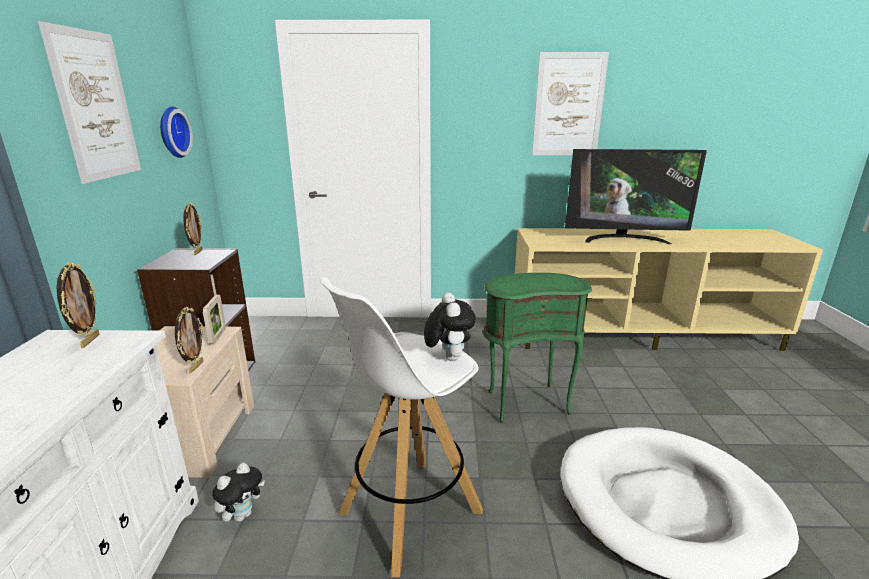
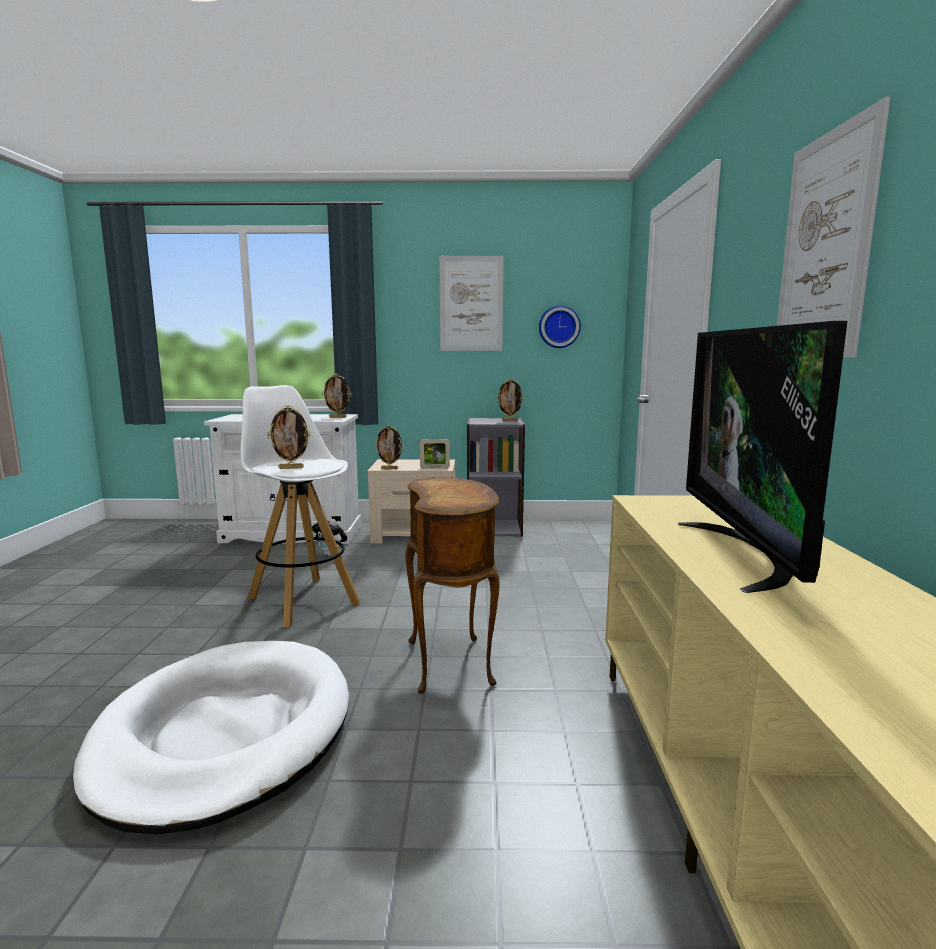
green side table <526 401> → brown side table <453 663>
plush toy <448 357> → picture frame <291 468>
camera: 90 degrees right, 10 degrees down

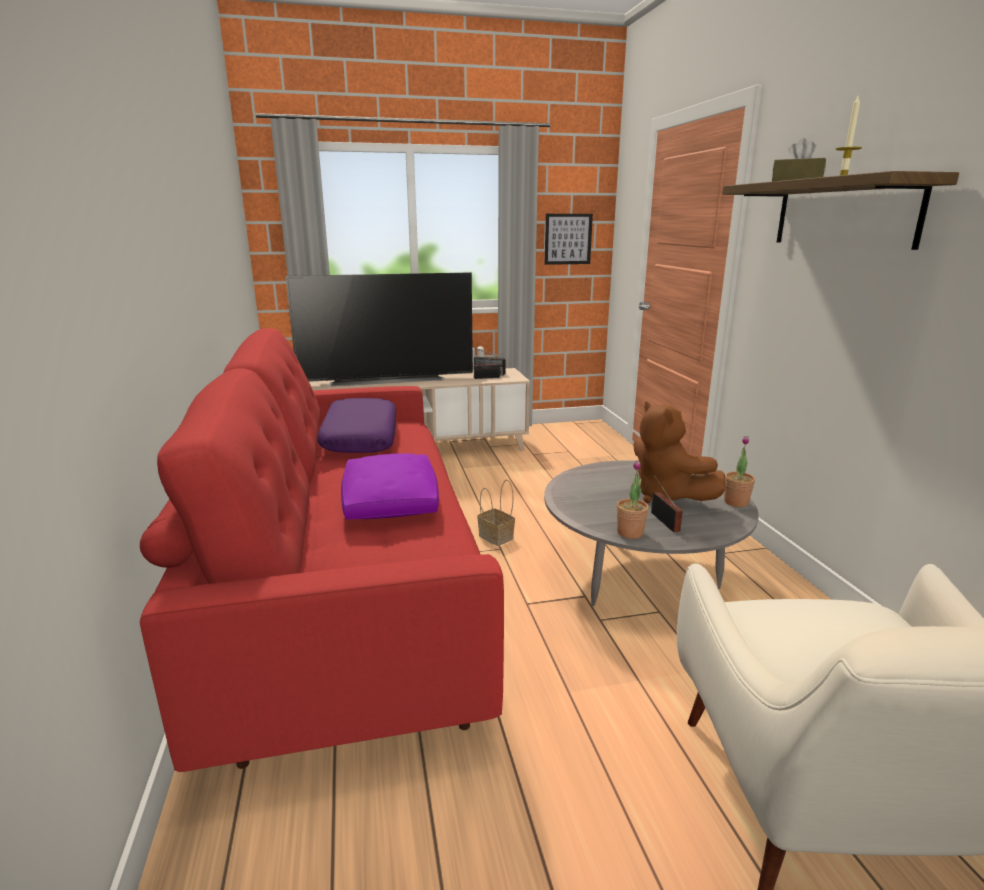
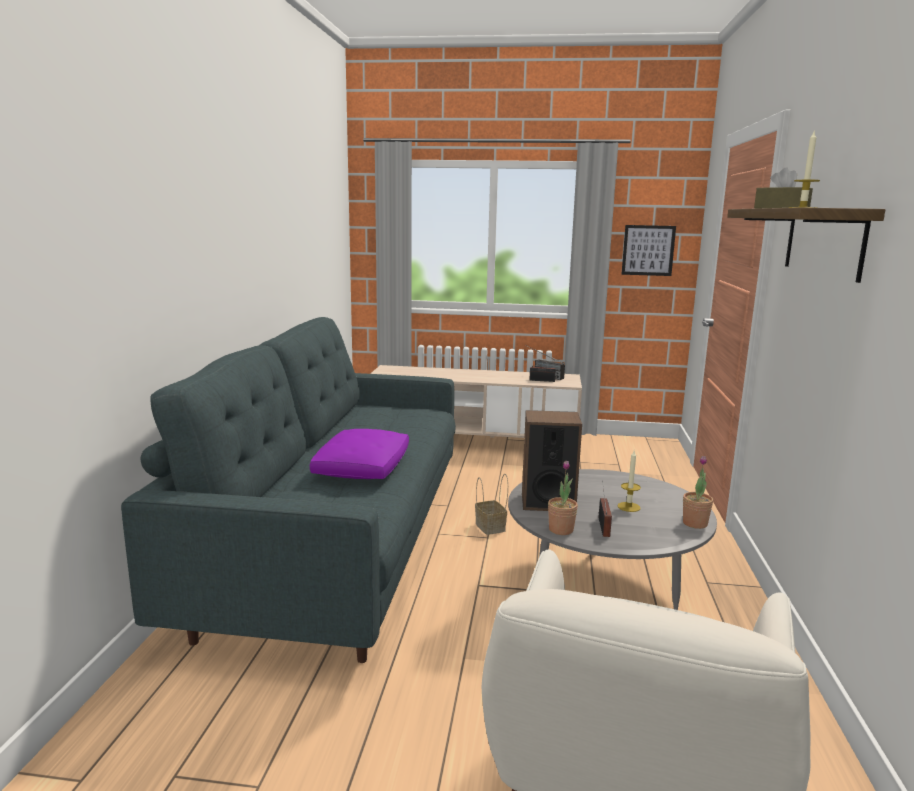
television <387 379> → -
red sofa <349 595> → grey sofa <337 548>
purple pillow <360 438> → -
brown plush toy <666 496> → candle <628 507>
- → speaker <547 502>
camera: 20 degrees right, 5 degrees down

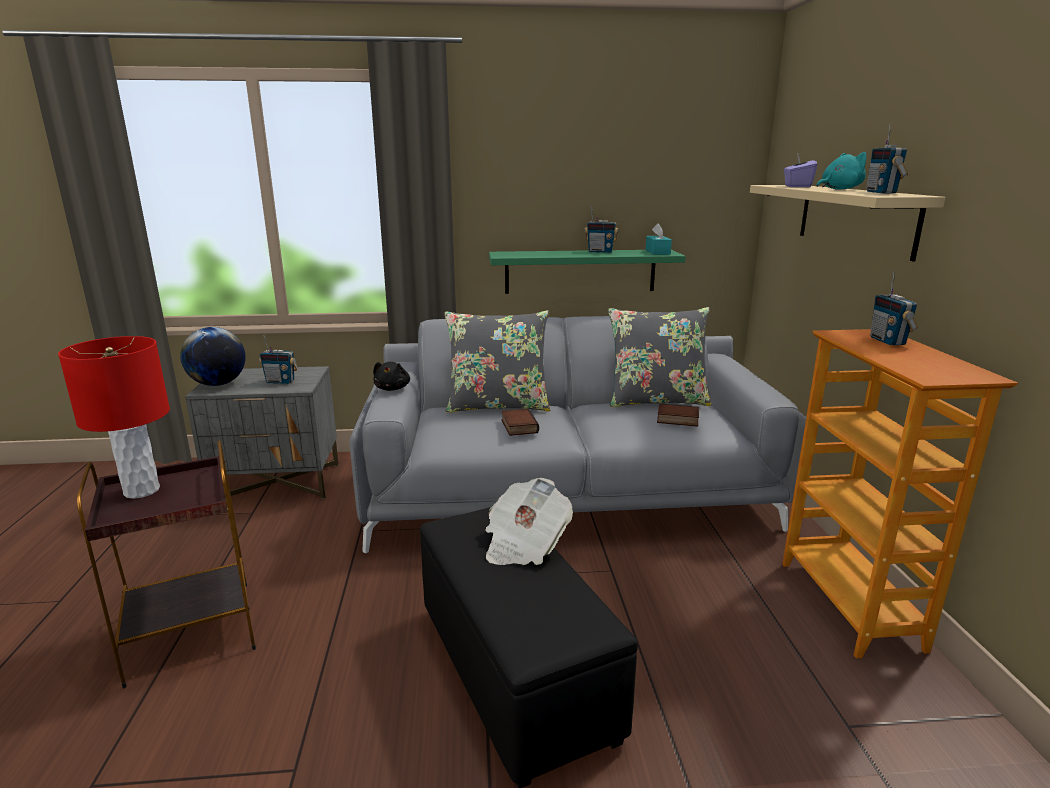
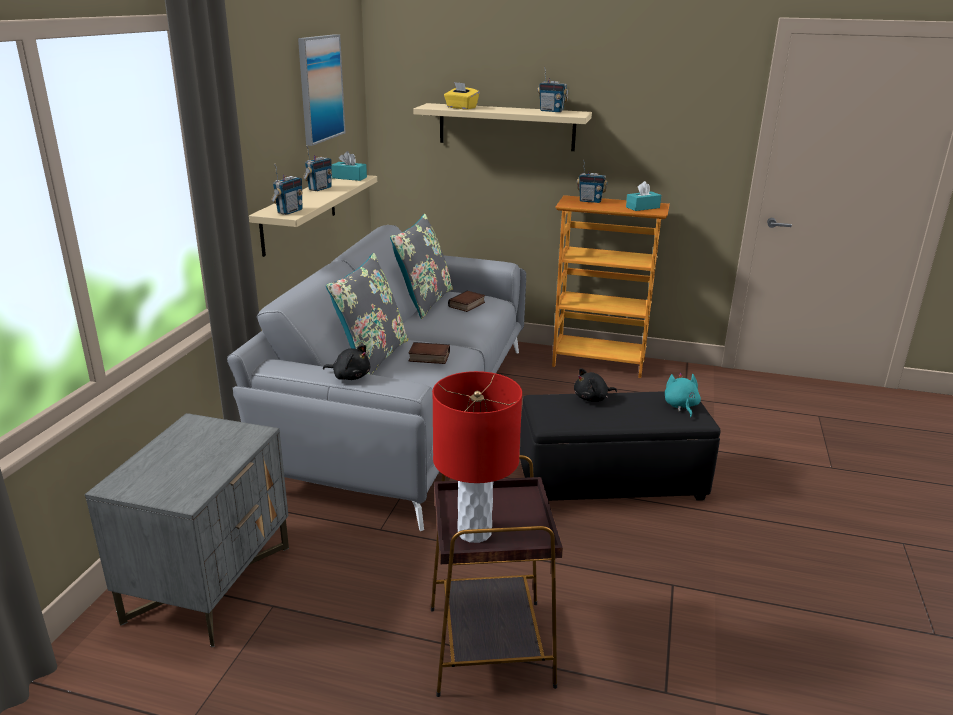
turquoise plush toy <839 189> → turquoise plush toy <681 406>, move
purple tissue box <797 186> → yellow tissue box <461 108>
green shelf <580 271> → beige shelf <299 213>
globe <218 384> → -
radio <280 381> → radio <289 211>, move
newspaper <524 544> → black plush toy <592 398>
- → picture <320 88>
- → turquoise tissue box <642 207>
camera: 70 degrees left, 5 degrees up

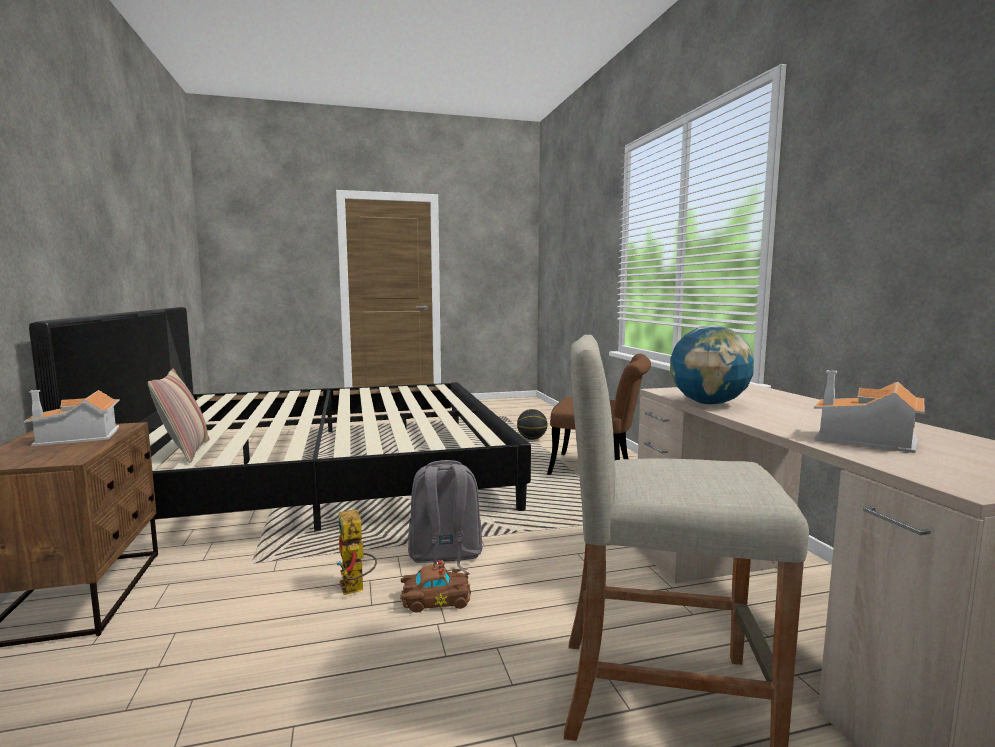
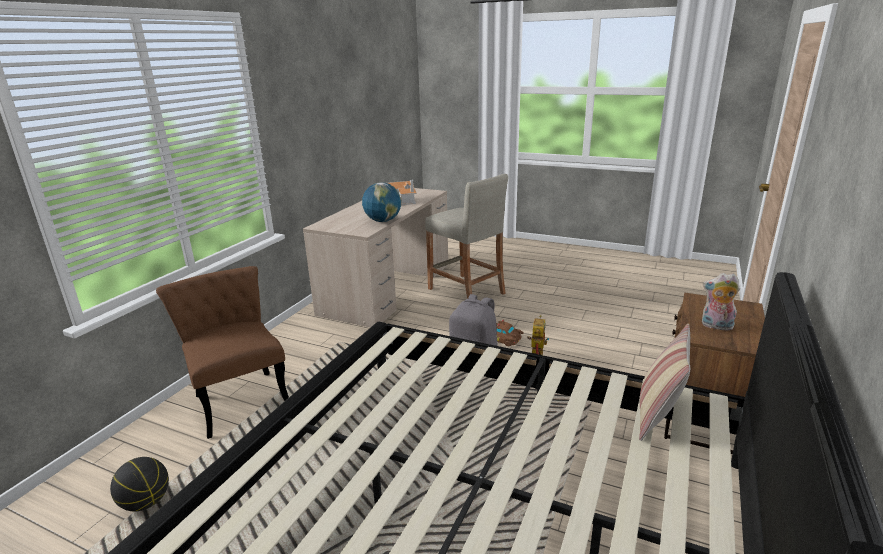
toy house <79 437> → plush toy <716 326>
camera: 140 degrees left, 15 degrees up

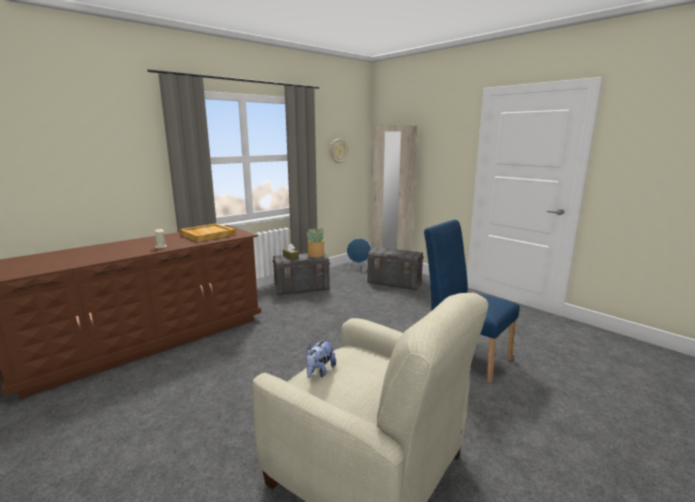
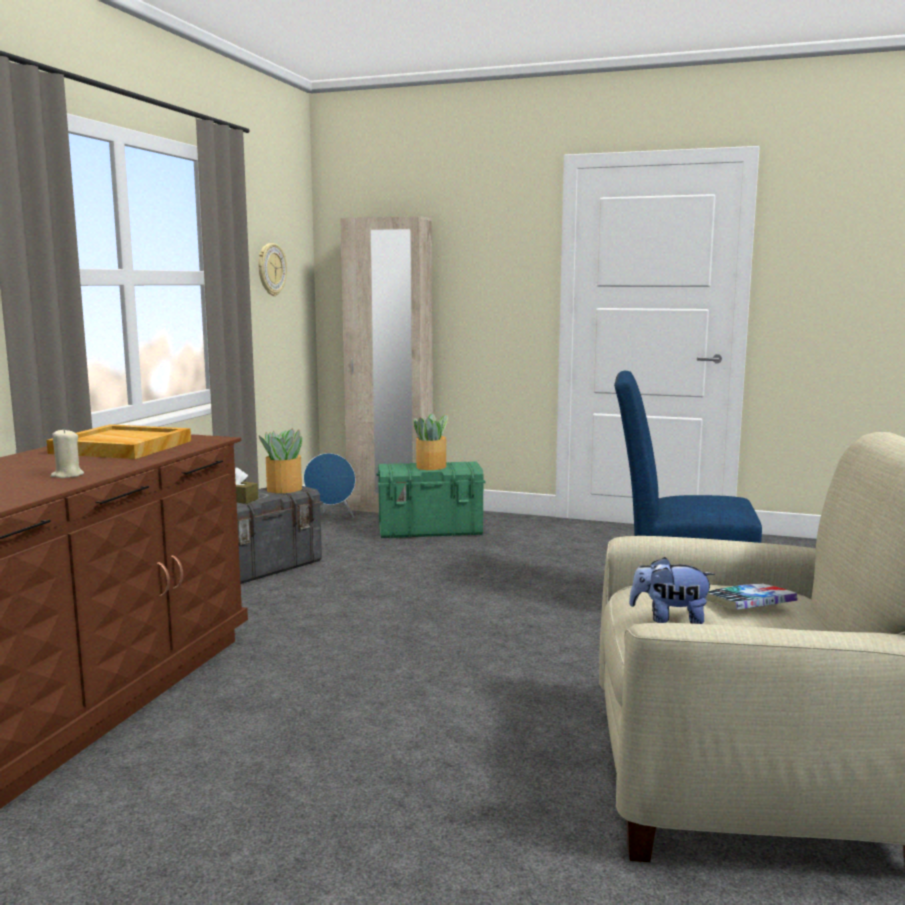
grey storage box <394 283> → green storage box <430 530>
plush toy <319 372> → plush toy <669 618>, 105 degrees clockwise
- → potted plant <432 466>
- → book <749 604>
camera: 30 degrees left, 5 degrees down

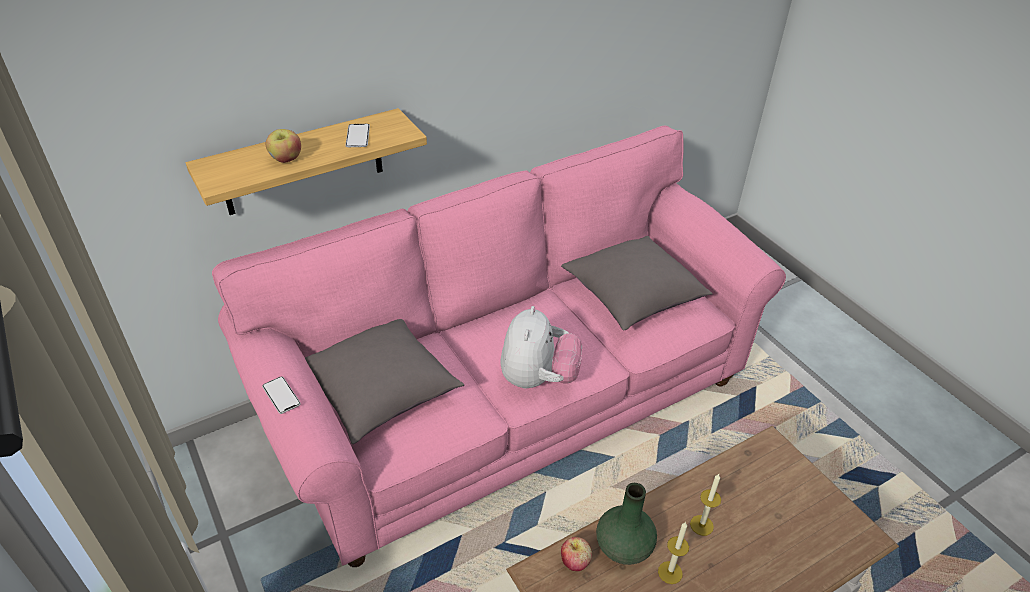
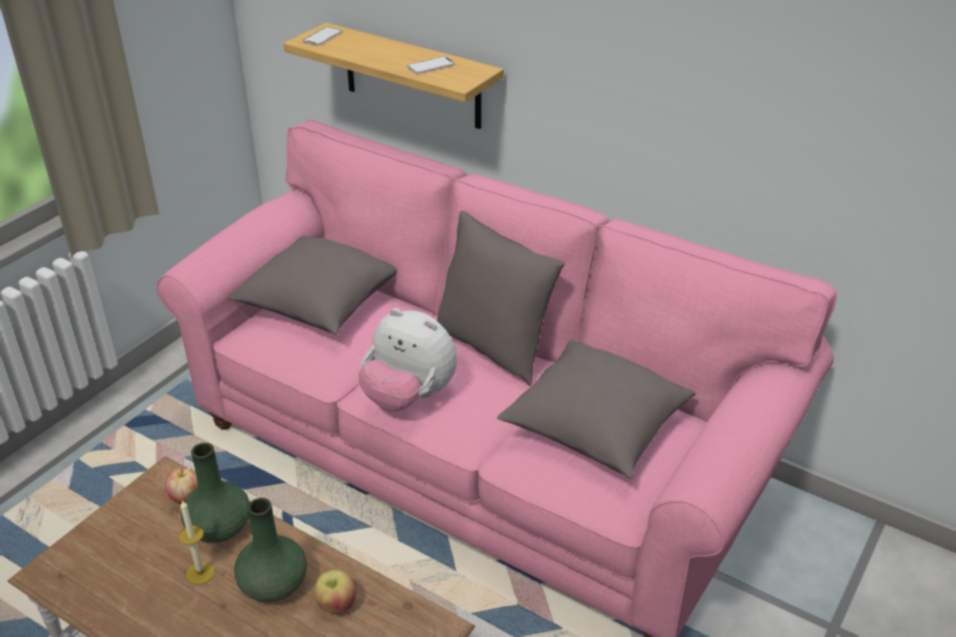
apple <286 159> → apple <336 604>, move
plush toy <538 378> → plush toy <409 397>, 45 degrees clockwise
phone <281 395> → phone <322 37>, move
candle <701 525> → green vase <274 585>
- → grey pillow <494 348>
camera: 65 degrees right, 5 degrees down

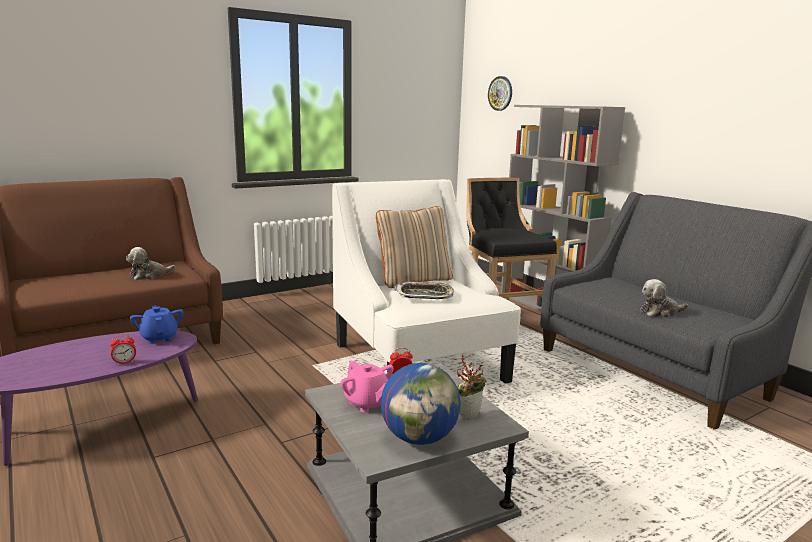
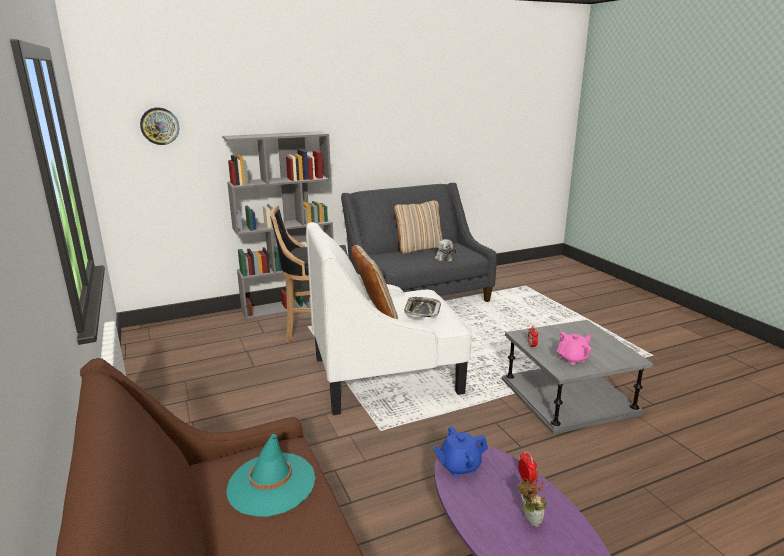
plush toy <149 275> → turquoise hat <271 484>
potted plant <468 414> → potted plant <528 520>, move
globe <419 438> → -
- → beige pillow <419 249>
camera: 80 degrees left, 5 degrees up

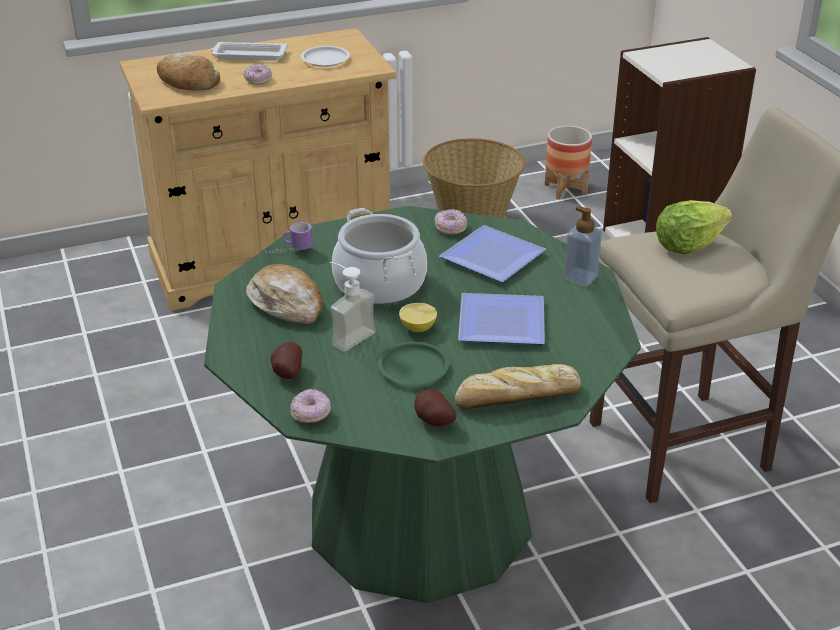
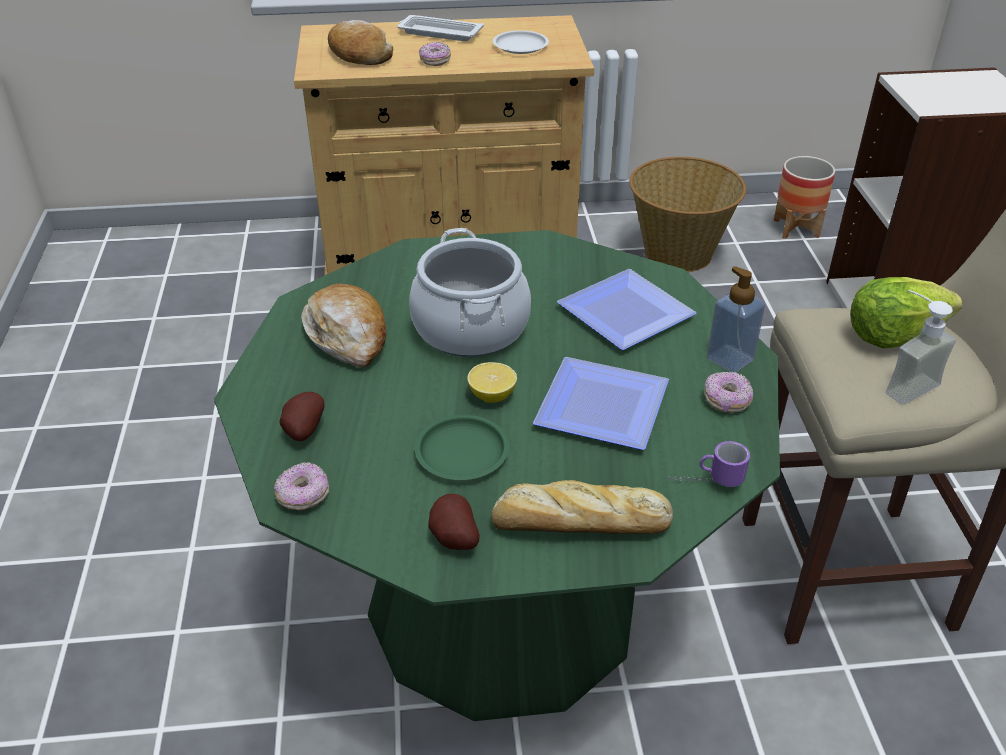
donut <450 229> → donut <726 401>, move
mug <289 251> → mug <705 482>, move
soap dispenser <347 335> → soap dispenser <902 383>, move
camera: 15 degrees right, 5 degrees up

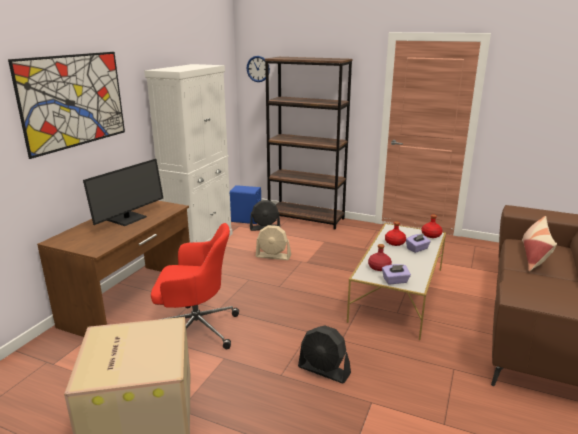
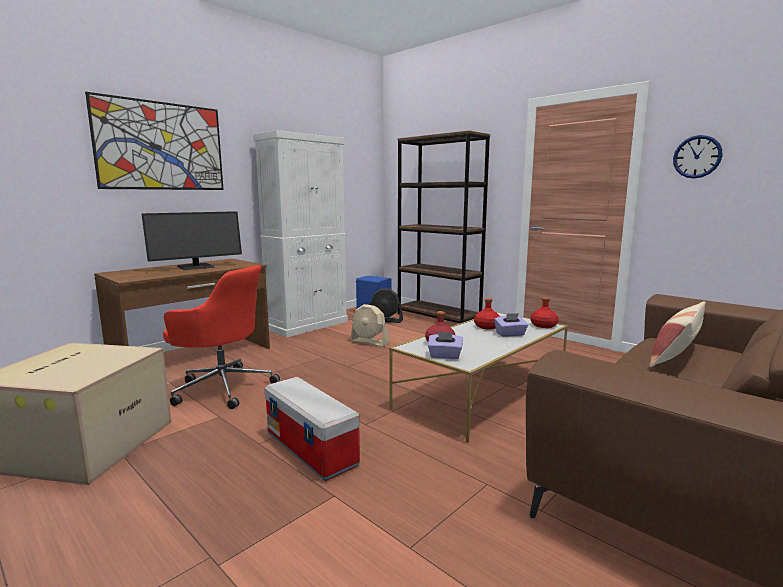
wall clock <258 69> → wall clock <697 157>, move
black fan <324 370> → storage box <312 449>
camera: 20 degrees right, 10 degrees down

